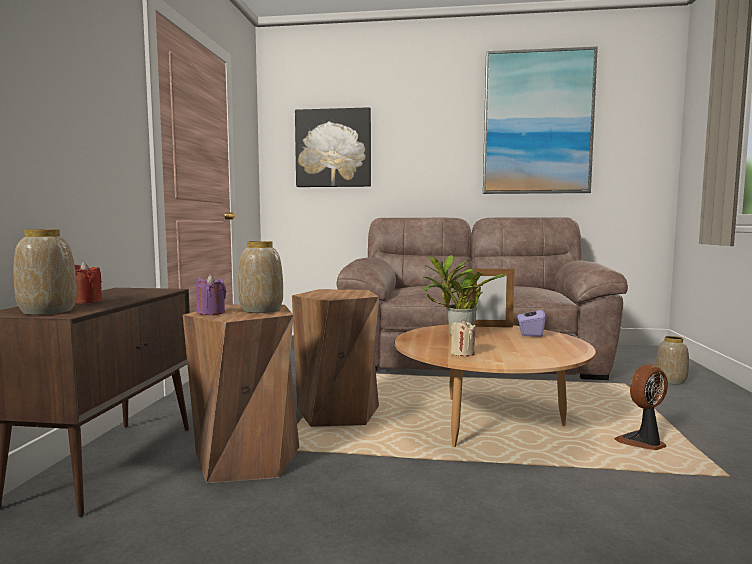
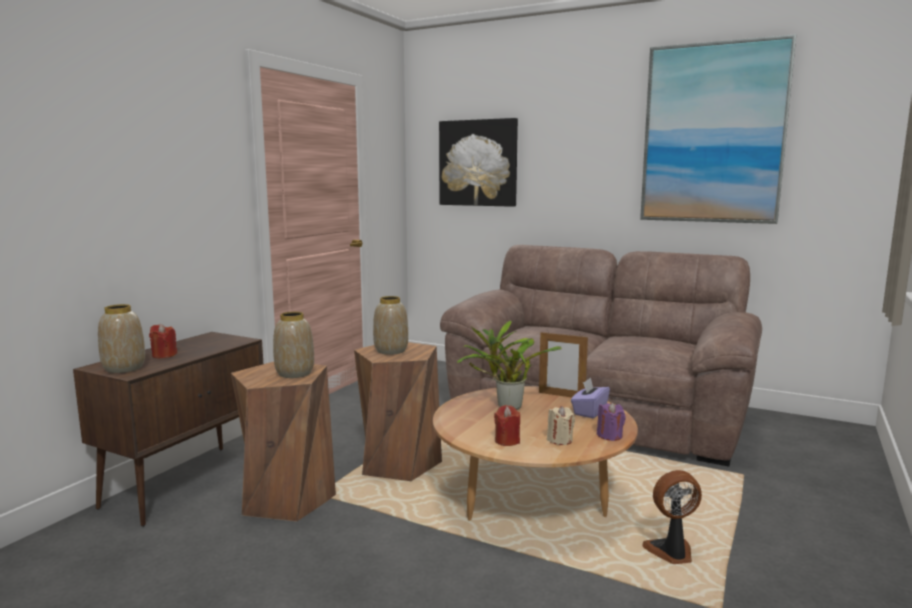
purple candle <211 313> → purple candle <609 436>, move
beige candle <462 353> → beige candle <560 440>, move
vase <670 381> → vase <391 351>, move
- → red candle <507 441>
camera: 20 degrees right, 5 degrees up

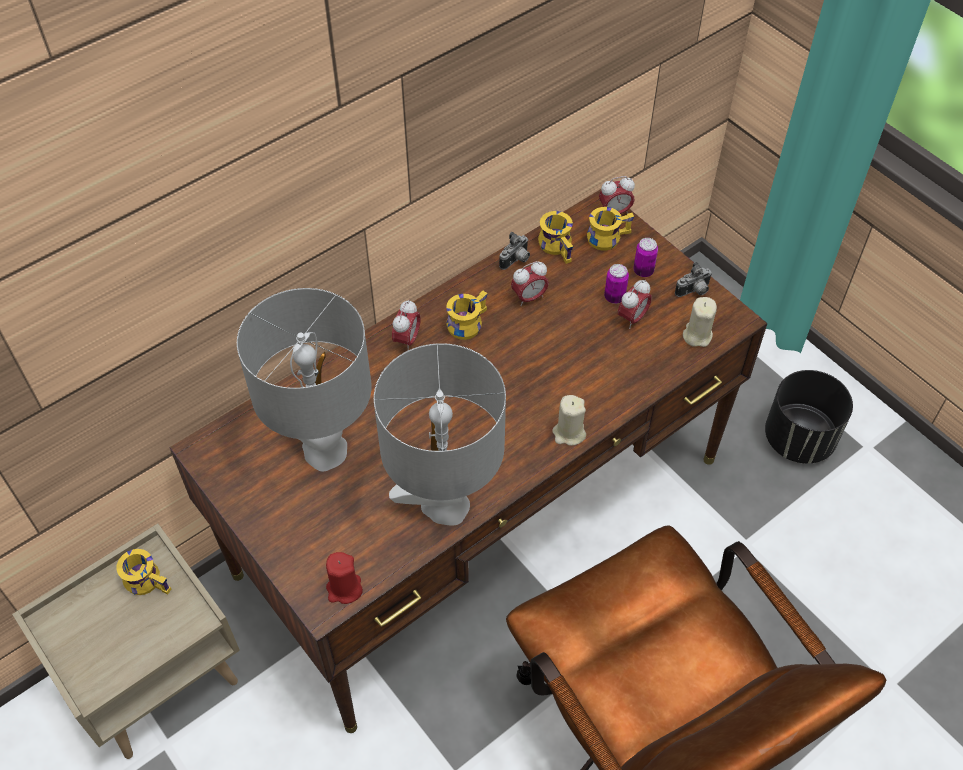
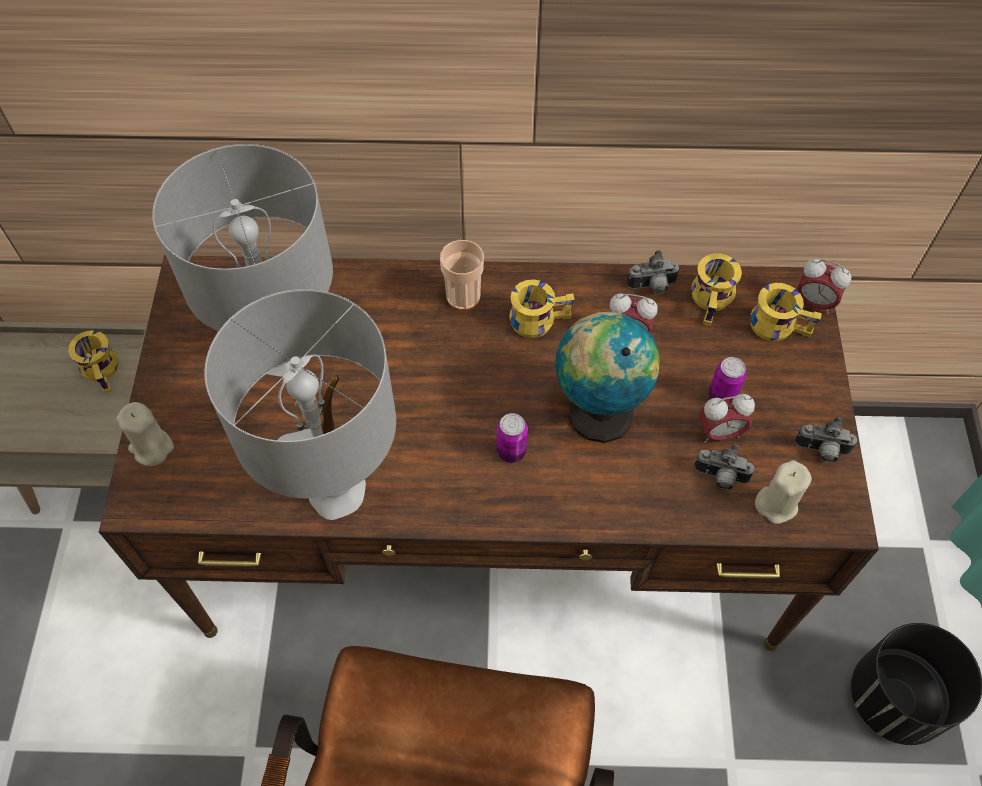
can <643 271> → can <511 451>, move
alarm clock <407 340> → cup <463 297>
beige candle <569 433> → beige candle <152 448>, move
red candle <344 589> → -
- → globe <597 410>
- → photo camera <720 478>
camera: 40 degrees right, 5 degrees up

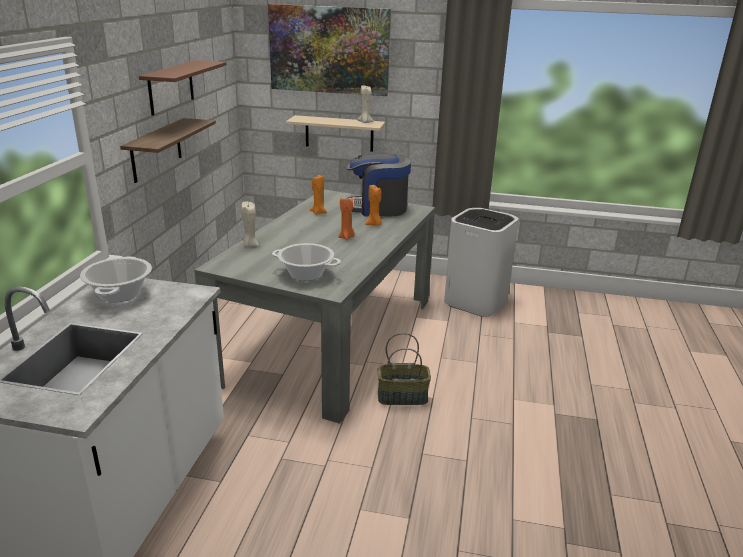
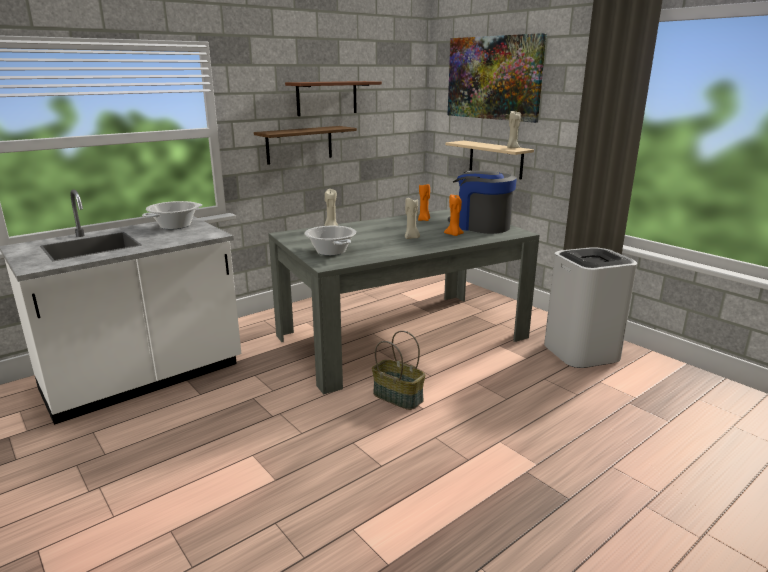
orange candle <346 237> → beige candle <411 238>
camera: 40 degrees right, 5 degrees down

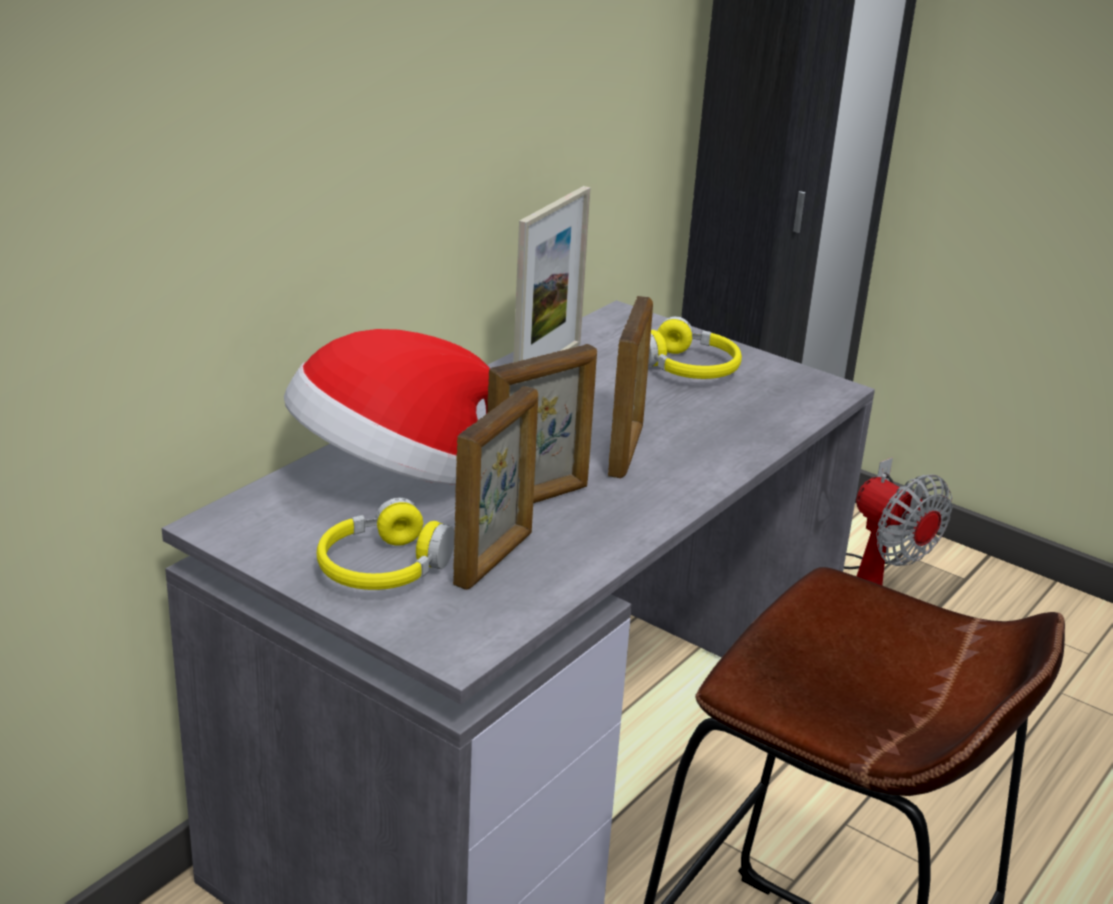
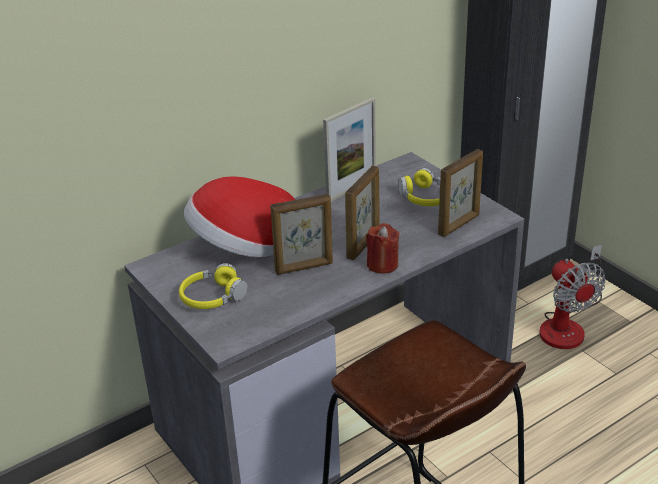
picture frame <495 559> → picture frame <459 225>, move
- → red candle <382 264>
camera: 20 degrees right, 5 degrees up

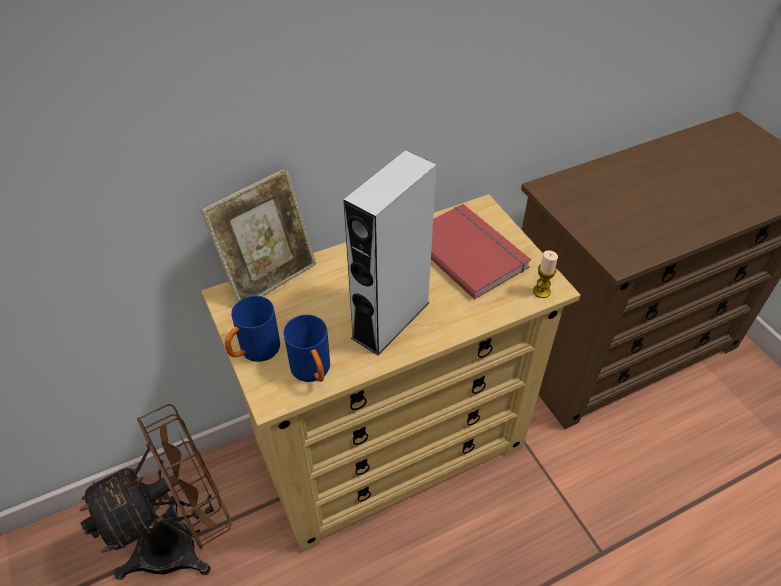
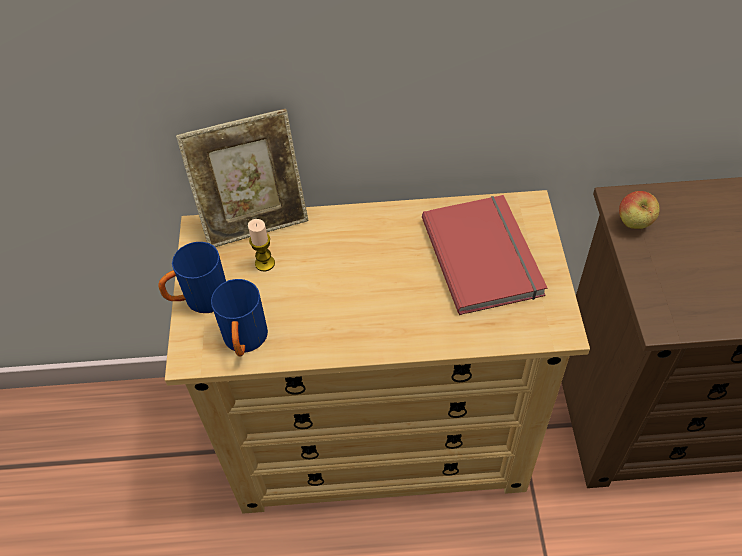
grey speaker <391 320> → -
candle <541 291> → candle <265 263>, move
brown fan <183 539> → -
- → apple <634 224>
camera: 25 degrees right, 5 degrees up

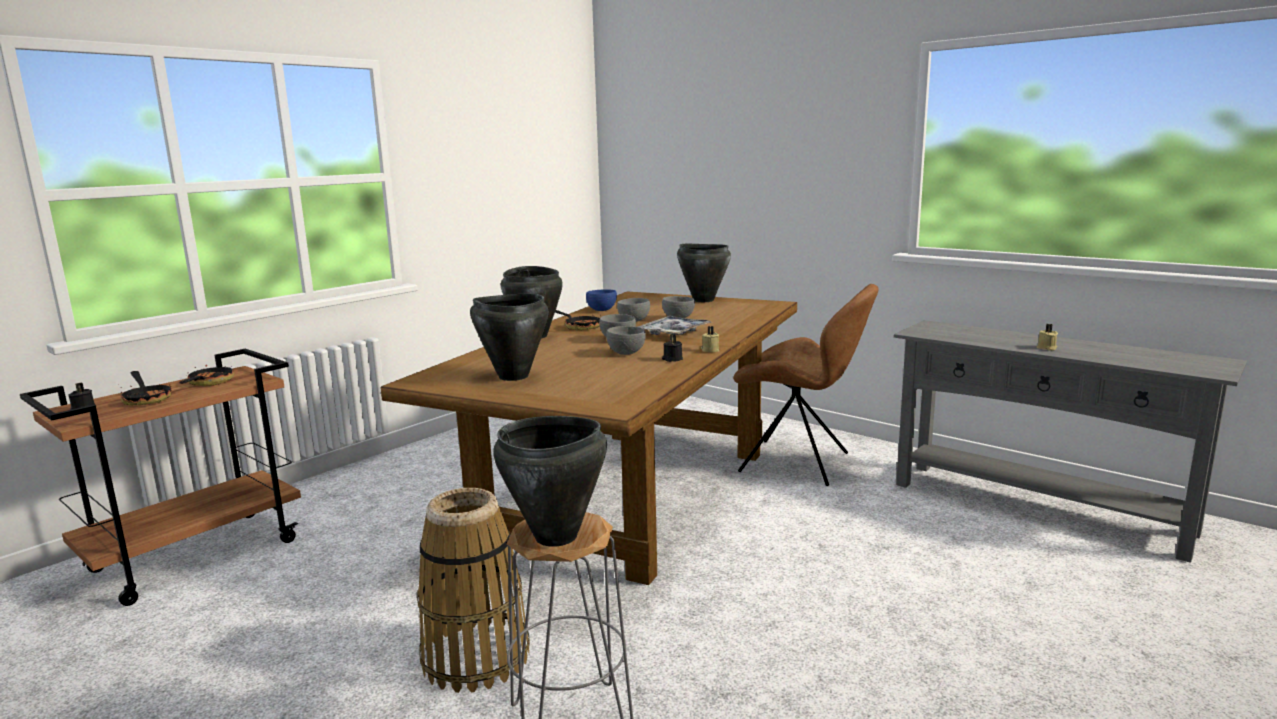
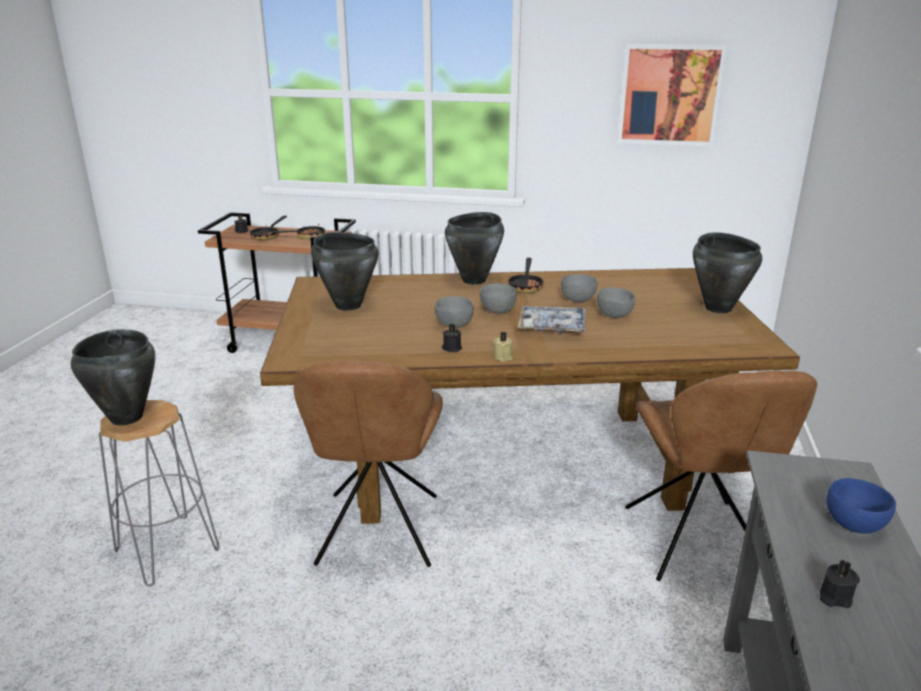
blue bowl <601 310> → blue bowl <853 525>, move
beige candle <1047 348> → black candle <834 597>
basket <476 657> → -
- → picture <669 95>
- → brown chair <378 533>
camera: 60 degrees right, 10 degrees up

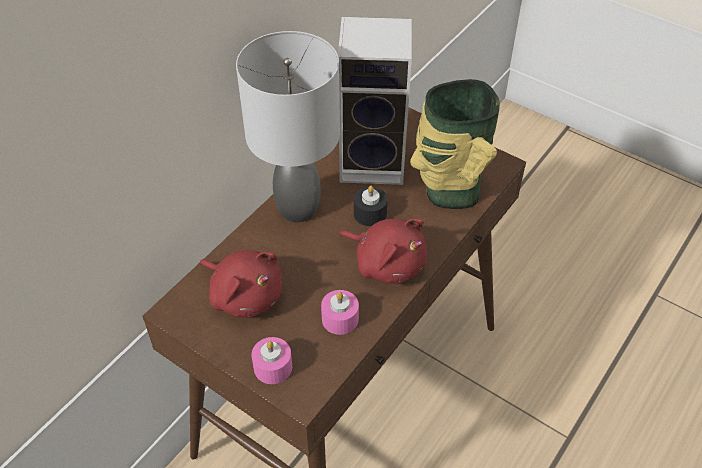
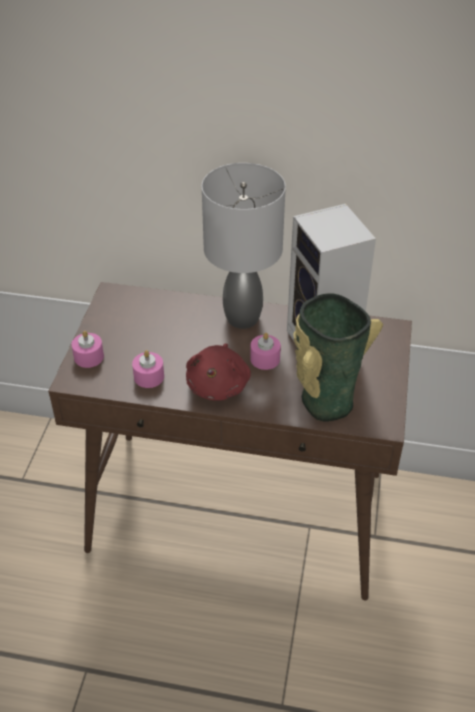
black candle <370 213> → pink candle <265 359>
red plush toy <245 295> → -
camera: 65 degrees right, 5 degrees down

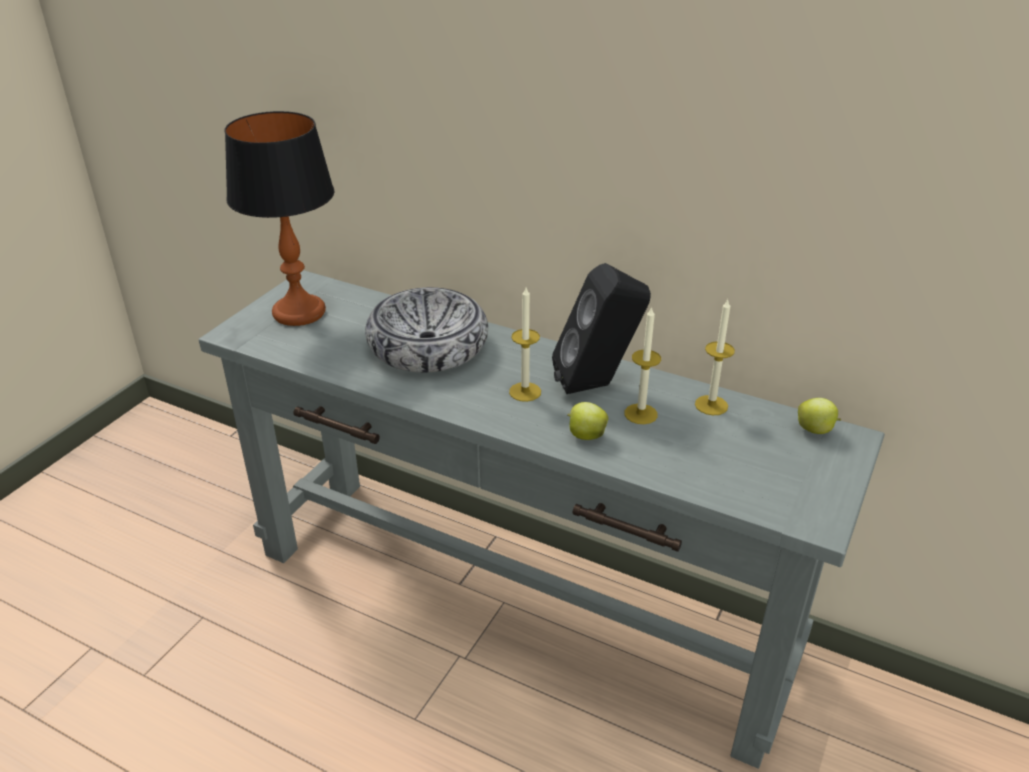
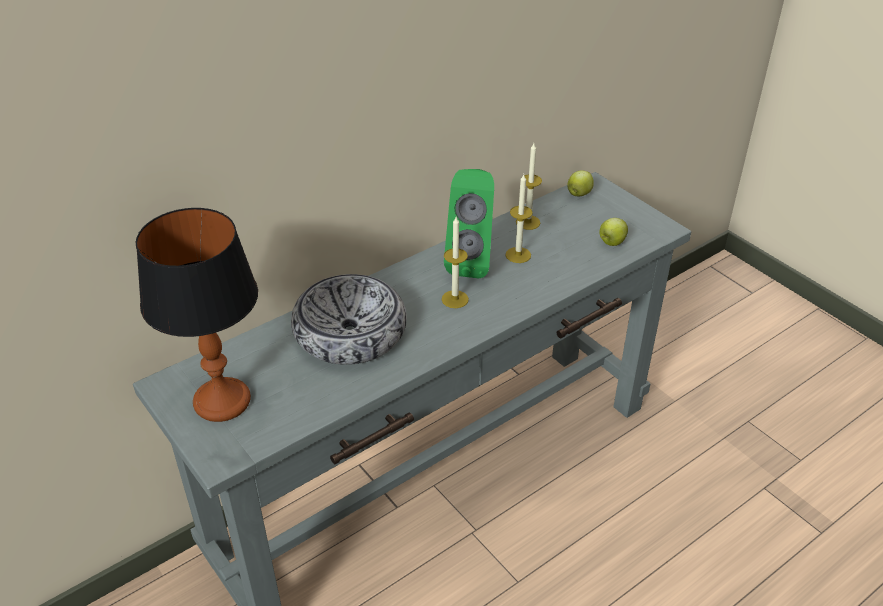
black speaker <598 385> → green speaker <471 262>
apple <585 435> → apple <611 242>, move
camera: 65 degrees left, 5 degrees up

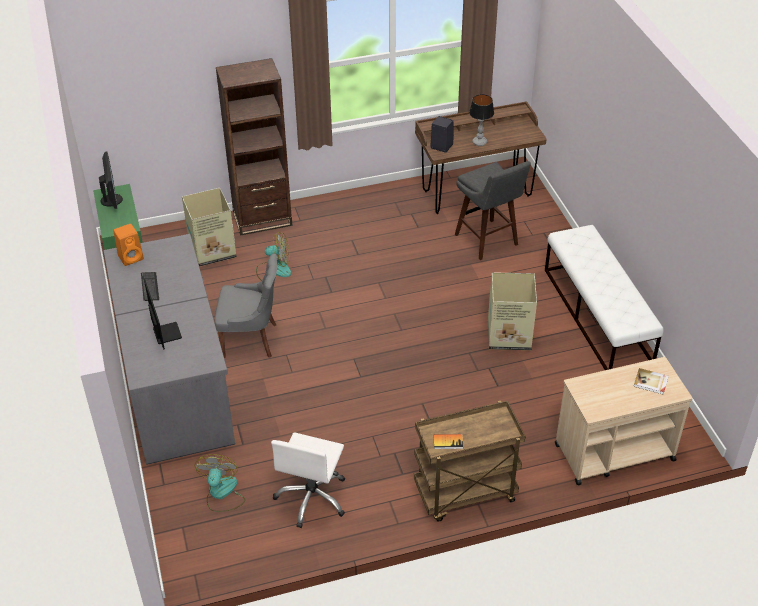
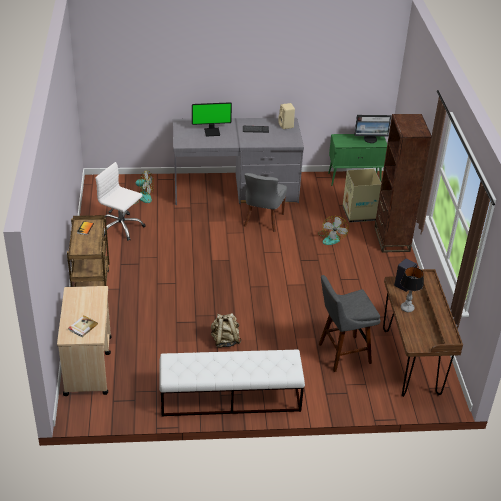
orange speaker <131 257> → beige speaker <286 126>
cardboard box <510 335> → beige backpack <225 340>
camera: 100 degrees right, 5 degrees down

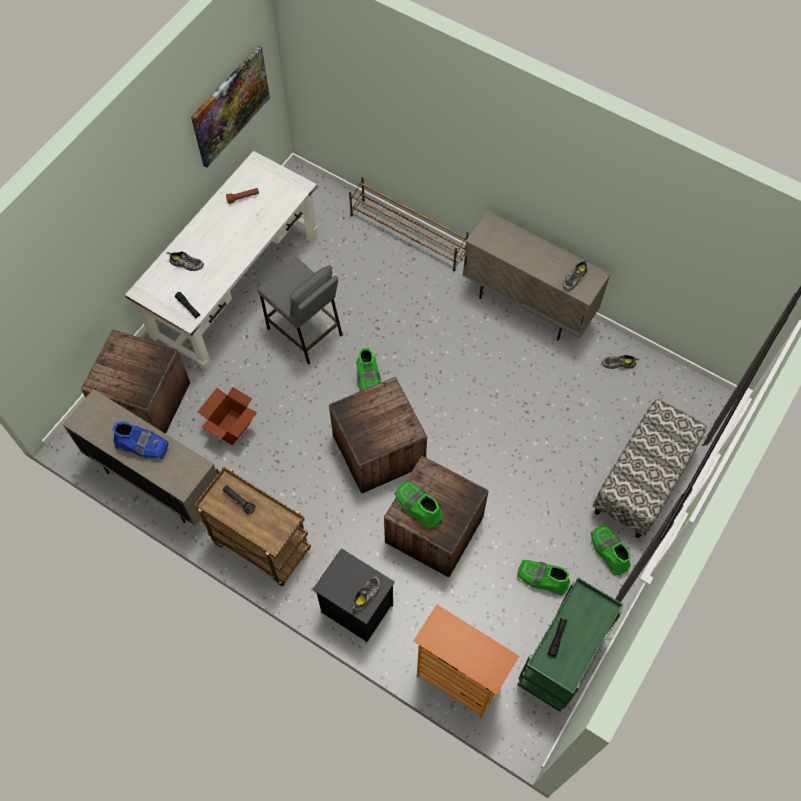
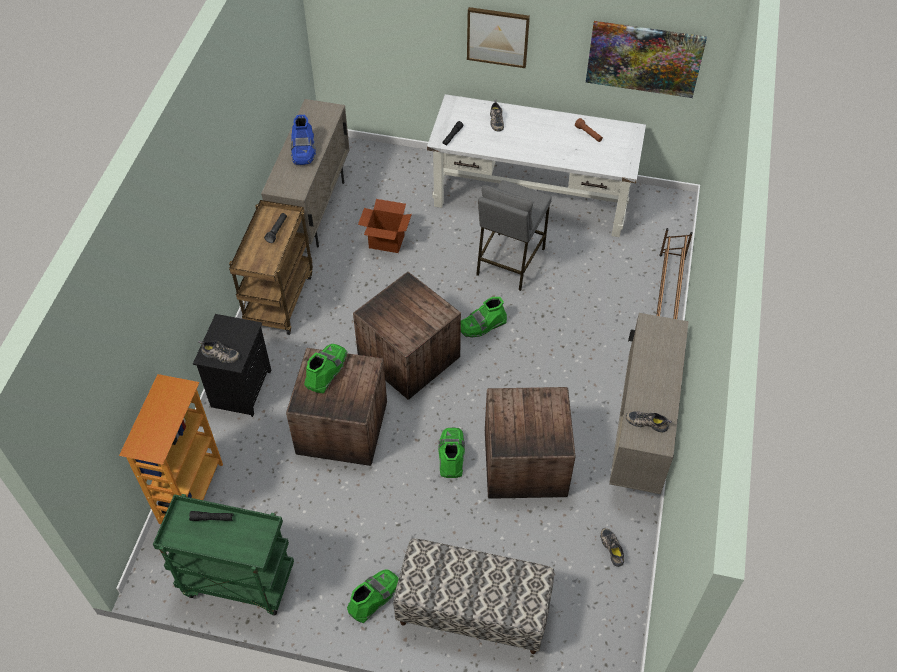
crate <145 402> → crate <524 464>, move
green boot <542 578> → green boot <451 455>, move
- → picture <497 36>
camera: 70 degrees right, 10 degrees down

